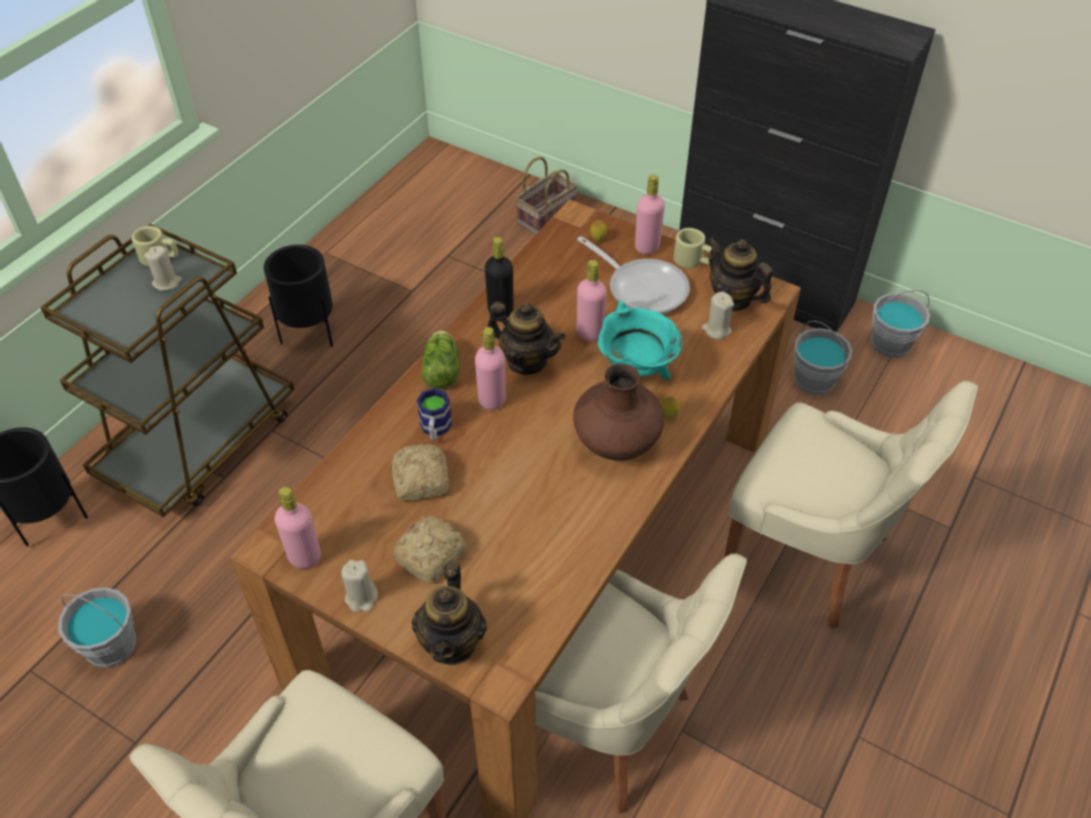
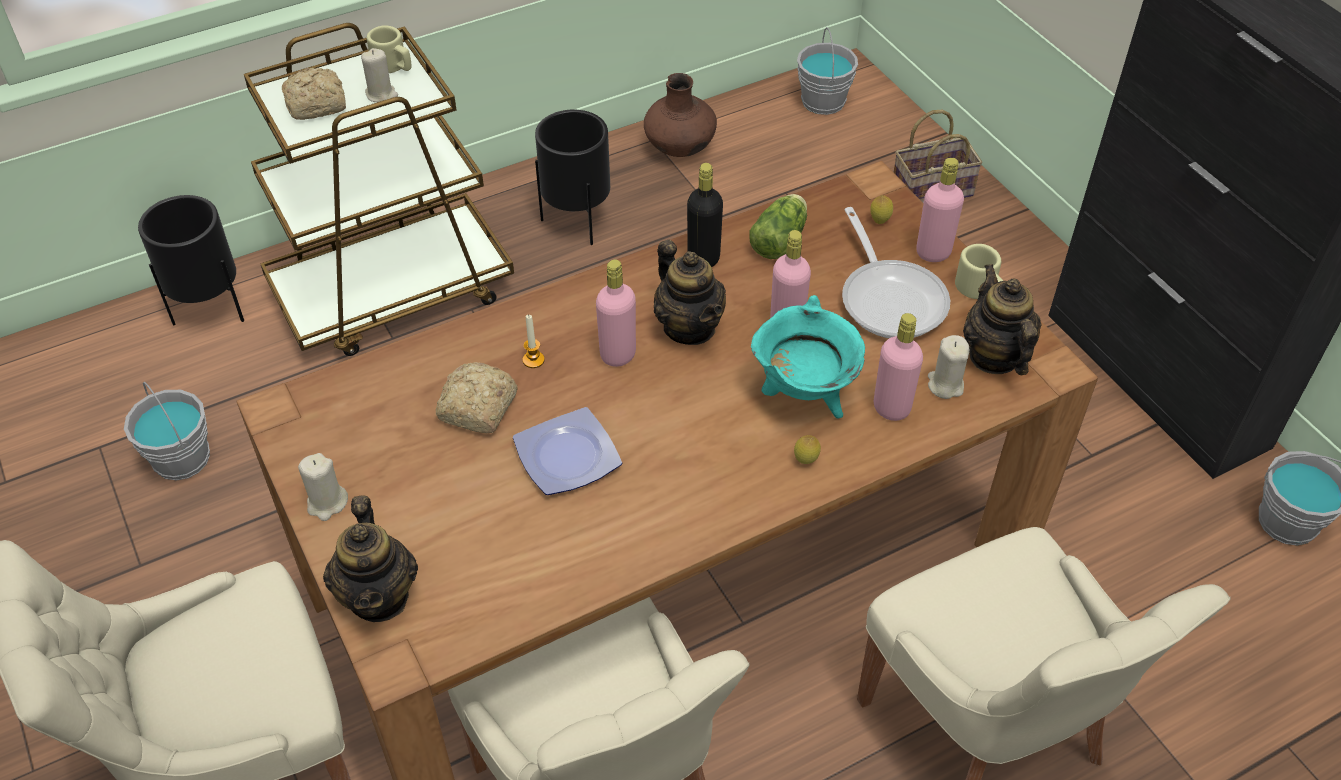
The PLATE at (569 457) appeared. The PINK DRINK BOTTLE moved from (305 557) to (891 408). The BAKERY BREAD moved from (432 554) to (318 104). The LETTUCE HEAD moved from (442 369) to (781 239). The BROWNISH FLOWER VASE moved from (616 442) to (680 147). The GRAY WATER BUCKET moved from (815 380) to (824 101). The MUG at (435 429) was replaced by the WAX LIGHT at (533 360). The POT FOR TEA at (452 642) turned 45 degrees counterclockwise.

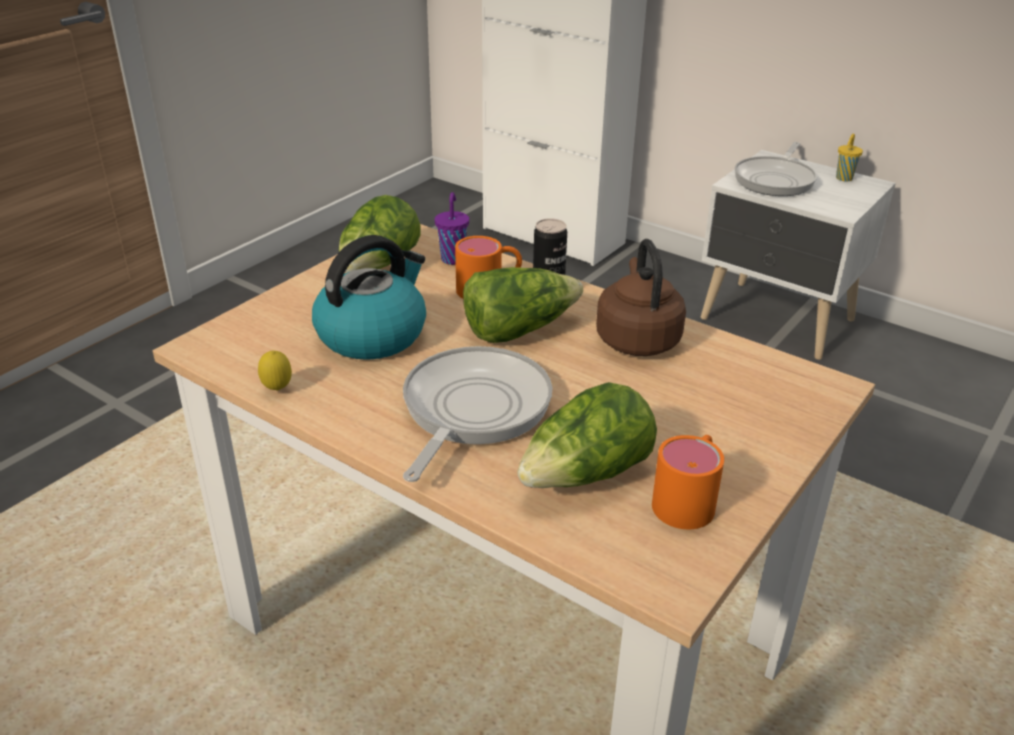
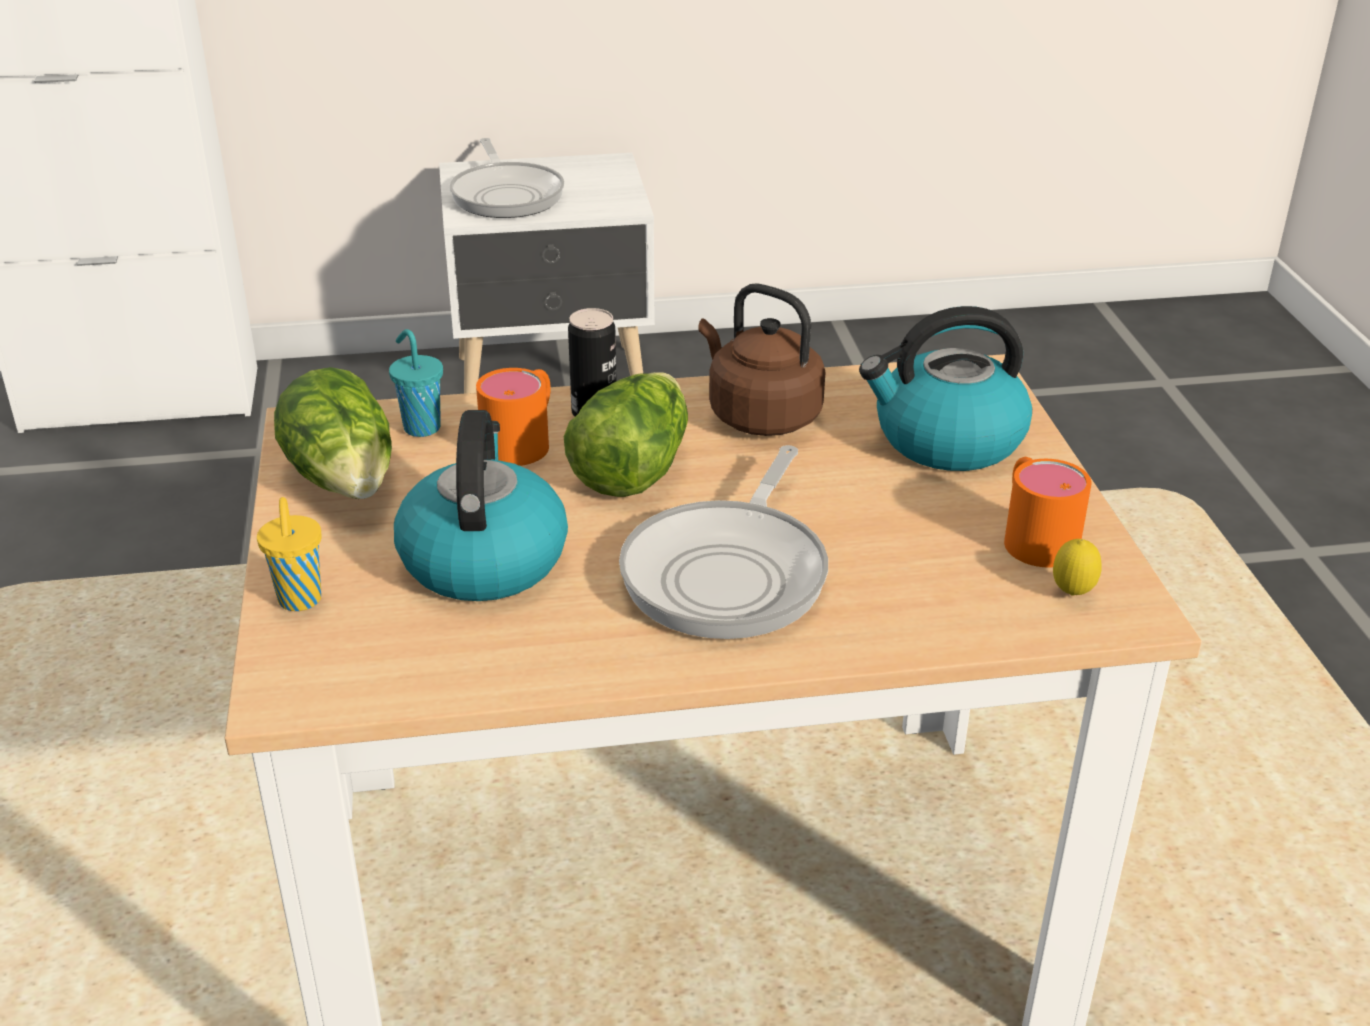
The LETTUCE HEAD at (586 475) disappeared. The TEA KETTLE at (946 440) appeared. The CITRUS FRUIT moved from (277 389) to (1072 594). The YELLOW DRINKING CUP moved from (843 179) to (300 601). The PURPLE DRINKING CUP at (453 258) became the BLUE-GREEN DRINKING CUP at (420 427). The SKILLET at (472 410) turned 135 degrees counterclockwise.

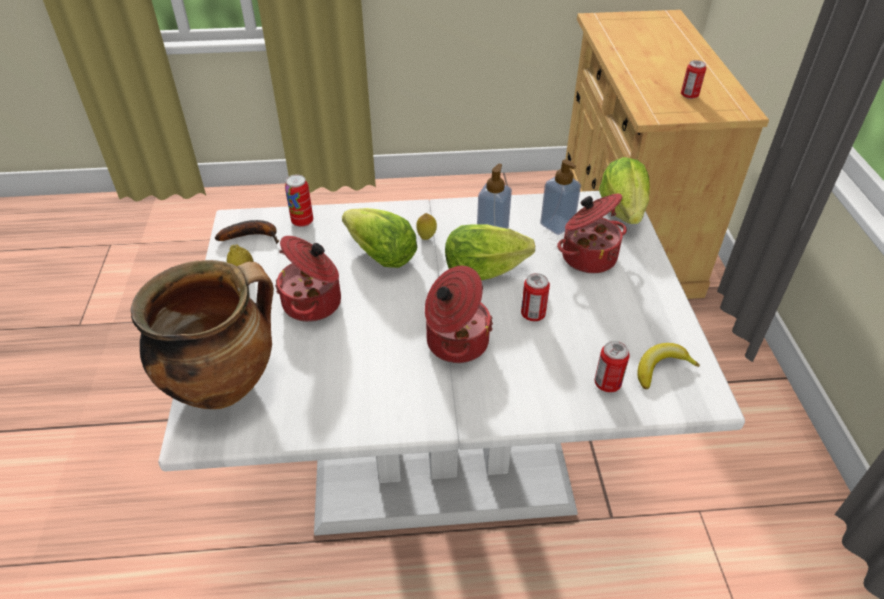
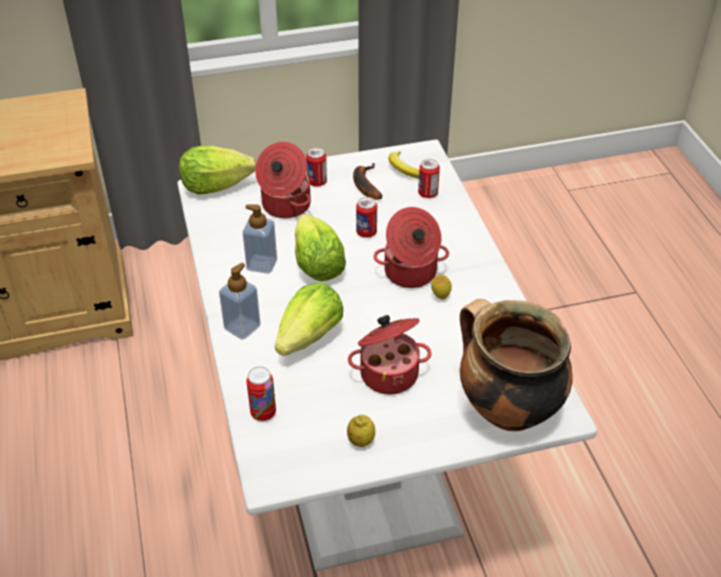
The WHOLE BANANA moved from (253 236) to (364 185). The CITRUS FRUIT moved from (426 237) to (440 296). The SOAP DISPENSER moved from (557 225) to (242 327). The CAN moved from (689 95) to (317 182).

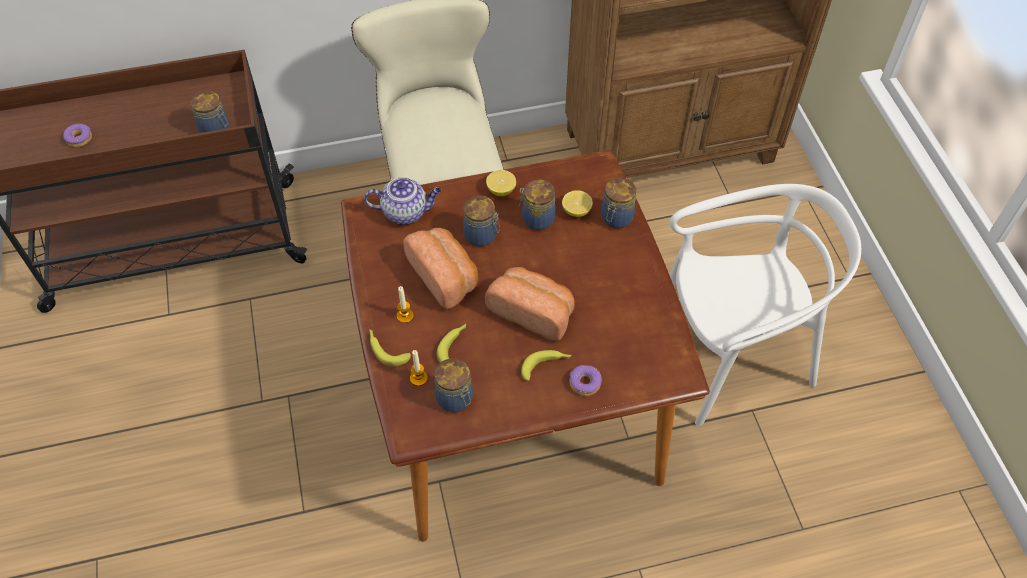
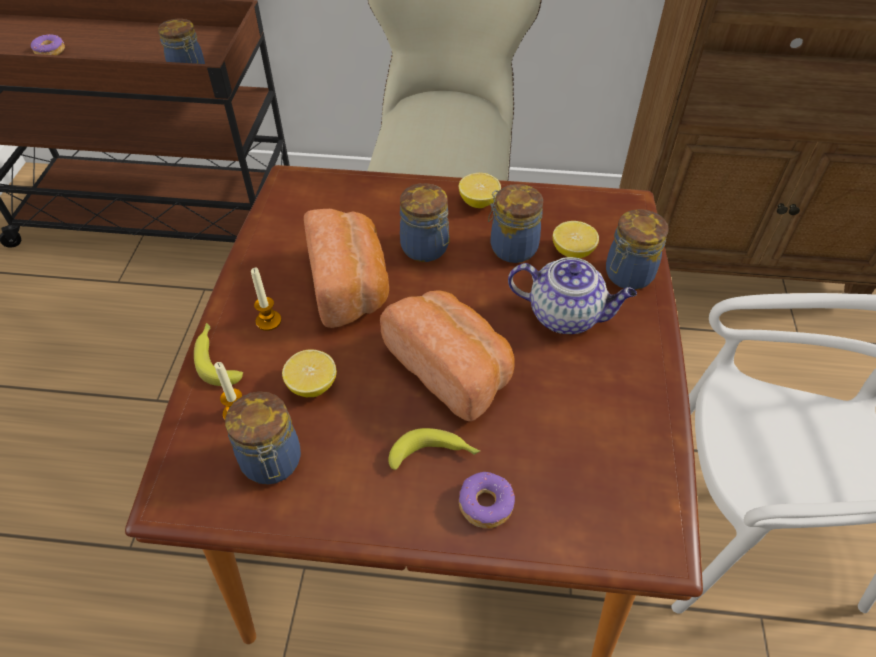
The POT FOR TEA moved from (406 212) to (566 315). The WHOLE BANANA at (454 347) was replaced by the CITRUS FRUIT at (312 385).

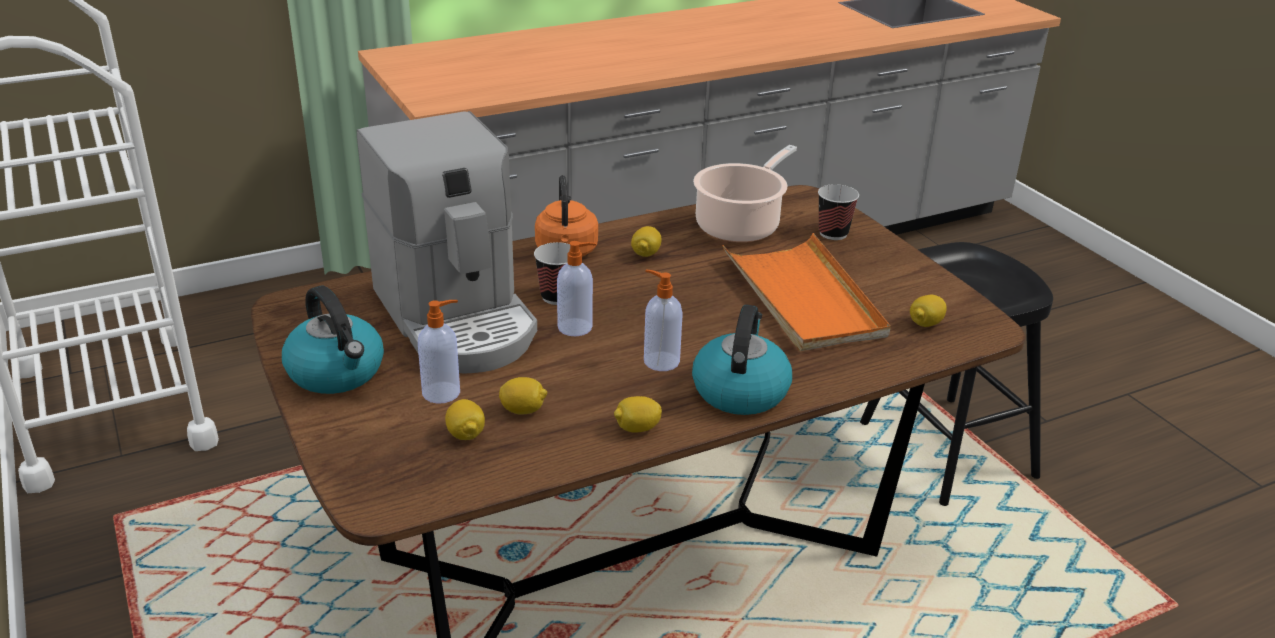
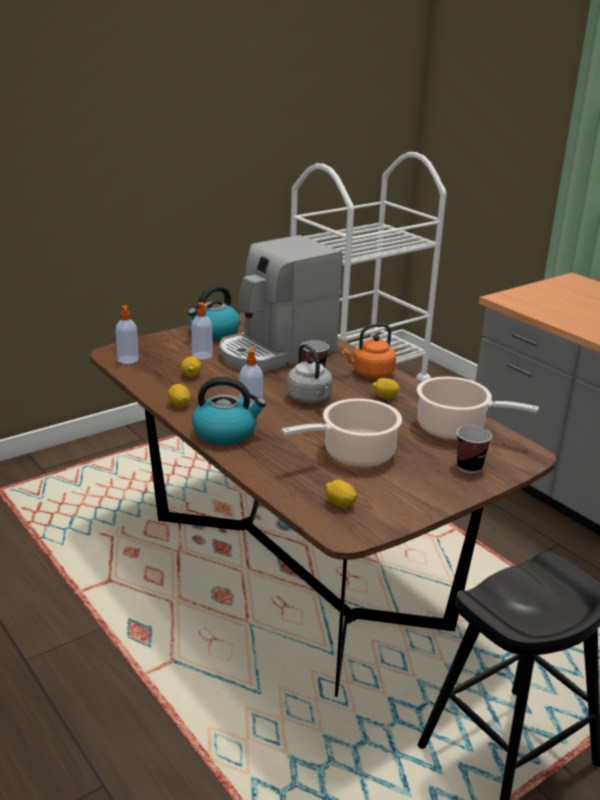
The CITRUS FRUIT at (465 434) disappeared. The GRAY TEA KETTLE at (310 398) appeared. The SOAP DISPENSER moved from (576 327) to (128 360). The ORANGEY SERVING TRAY at (803 298) was replaced by the COOKING POT at (354 454).

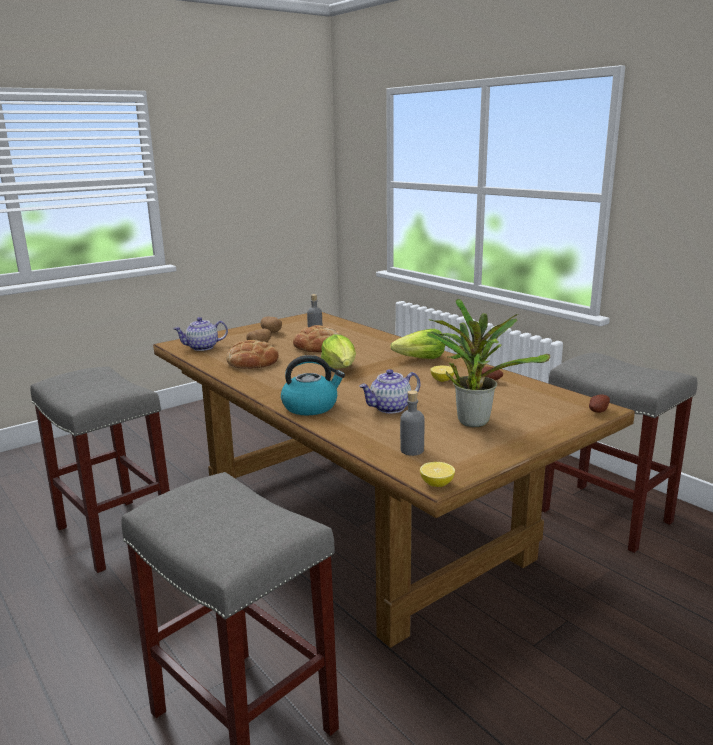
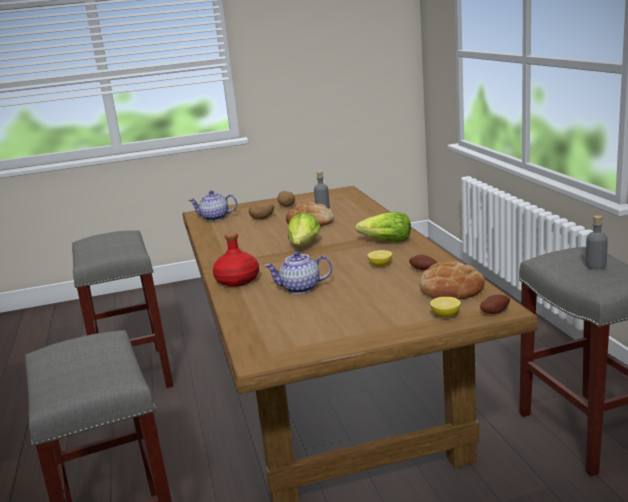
The HOUSEPLANT at (472 420) disappeared. The BAKERY BREAD moved from (252 362) to (451 289). The GRAY DRINK BOTTLE moved from (412 450) to (595 265). The CITRUS FRUIT moved from (437 484) to (445 315). The TEA KETTLE at (311 406) was replaced by the REDDISH DRINK BOTTLE at (237 280).

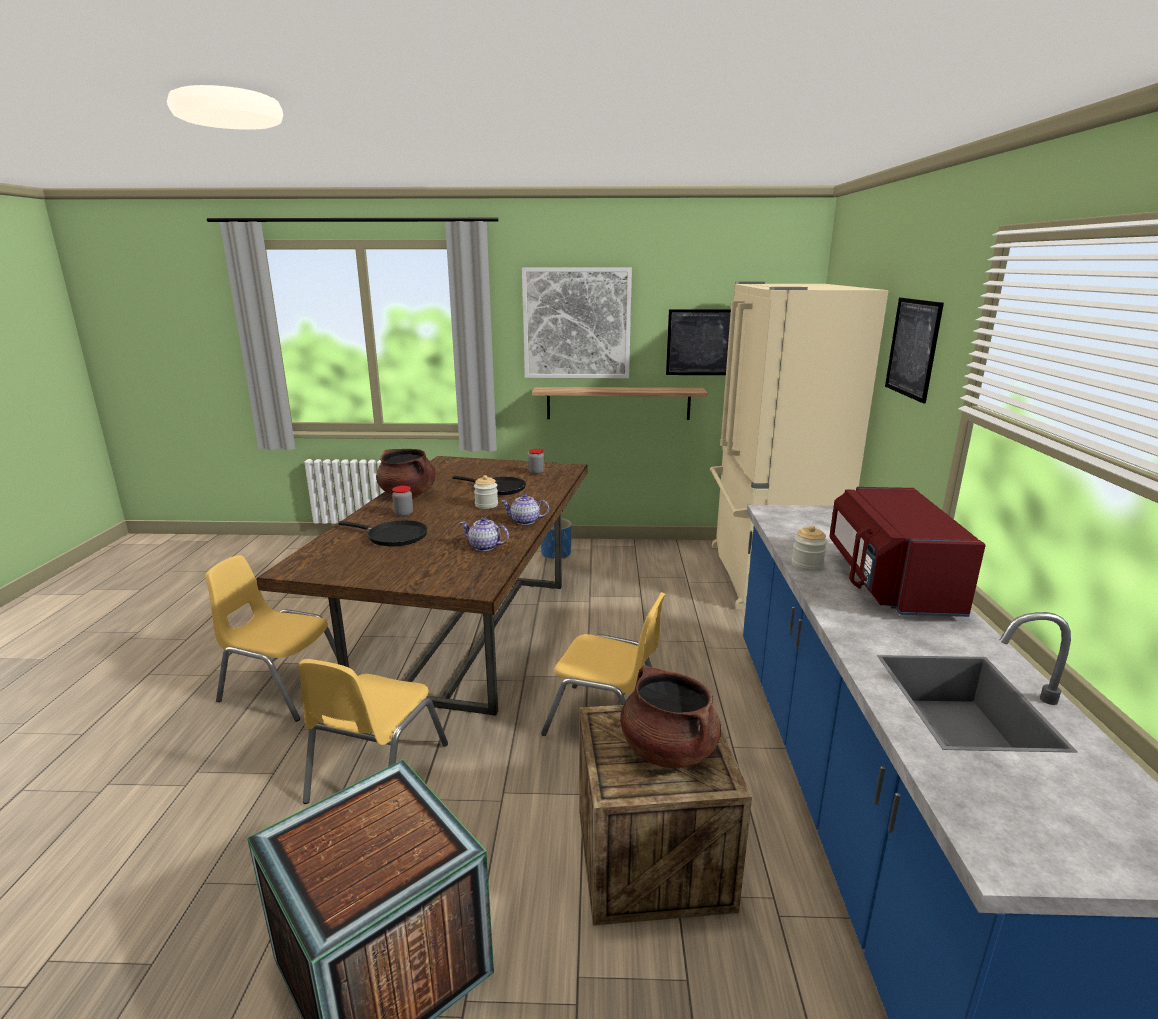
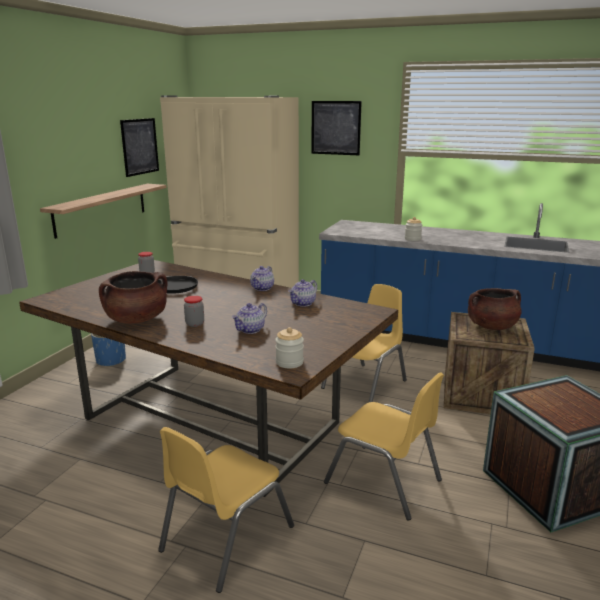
The WALL ART at (576 323) disappeared. The REDDISH MICROWAVE OVEN at (888 583) disappeared. The STORAGE JAR moved from (486 505) to (289 362). The BLACKISH SKILLET at (394 536) was replaced by the POT FOR TEA at (250 330).

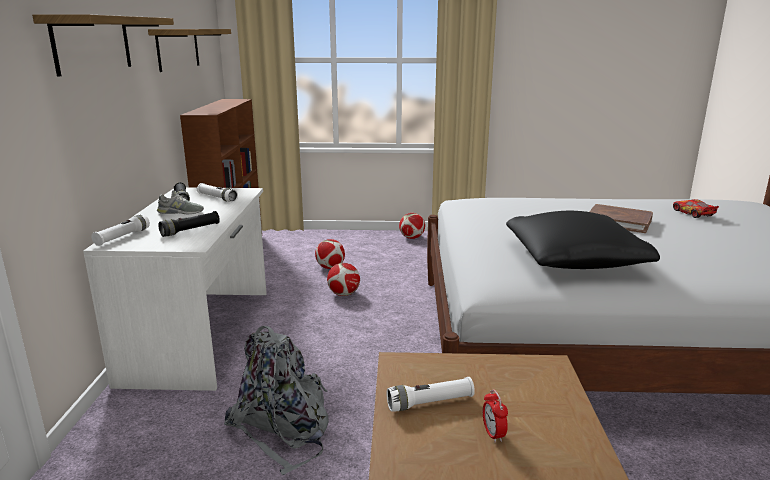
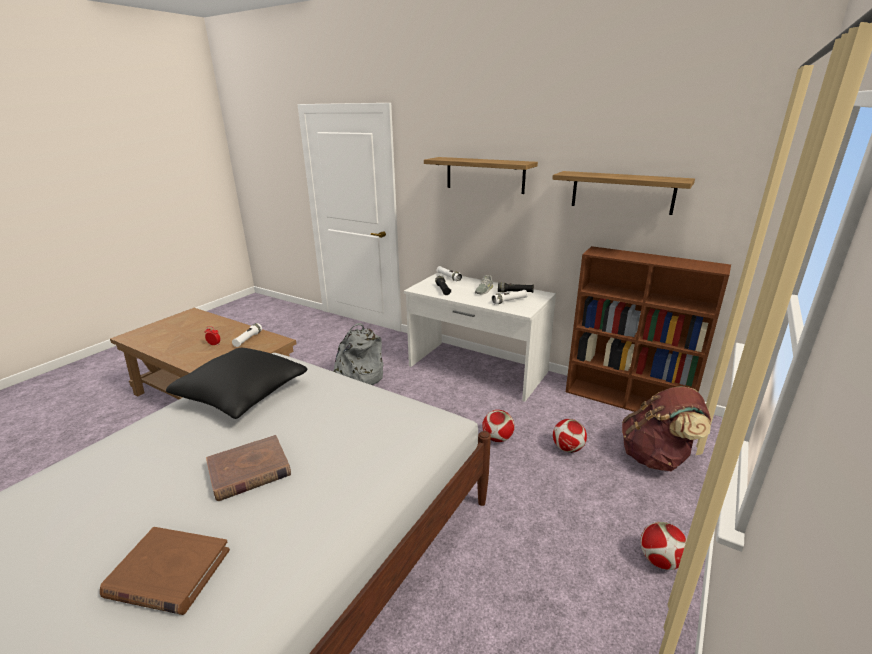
The BROWNISH KNAPSACK at (656 457) appeared. The TOY CAR at (692 213) was replaced by the BROWNISH BOOK at (168 573).

